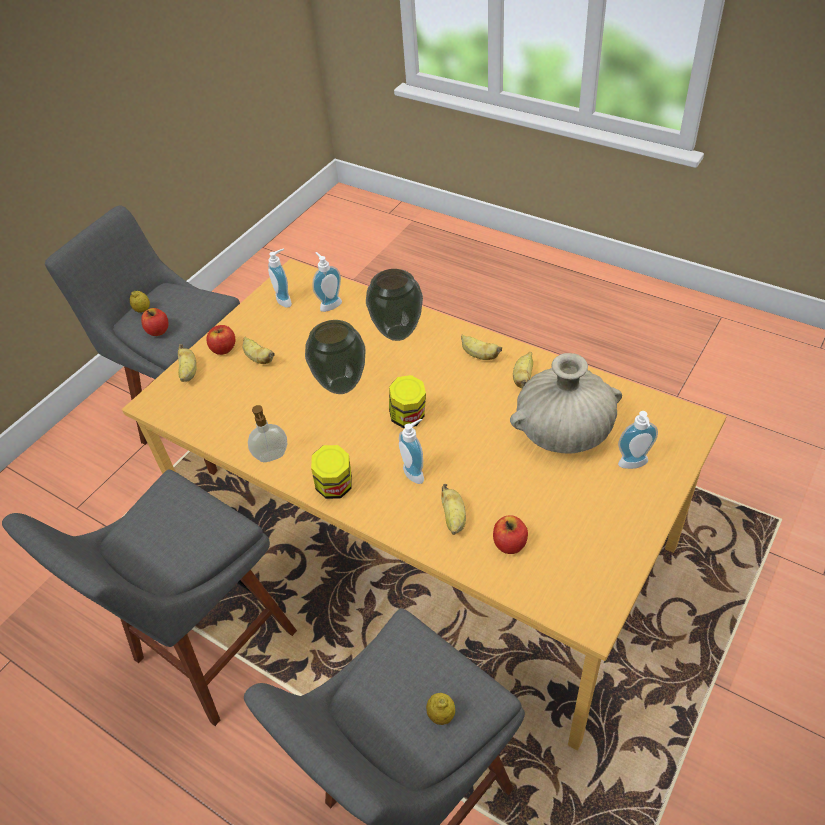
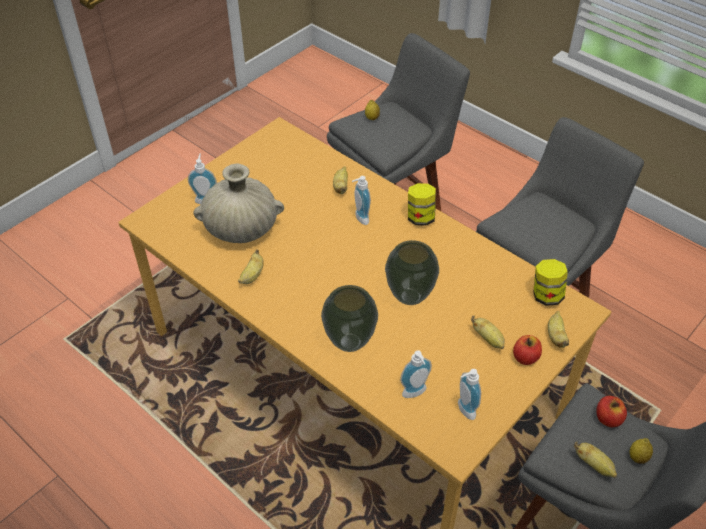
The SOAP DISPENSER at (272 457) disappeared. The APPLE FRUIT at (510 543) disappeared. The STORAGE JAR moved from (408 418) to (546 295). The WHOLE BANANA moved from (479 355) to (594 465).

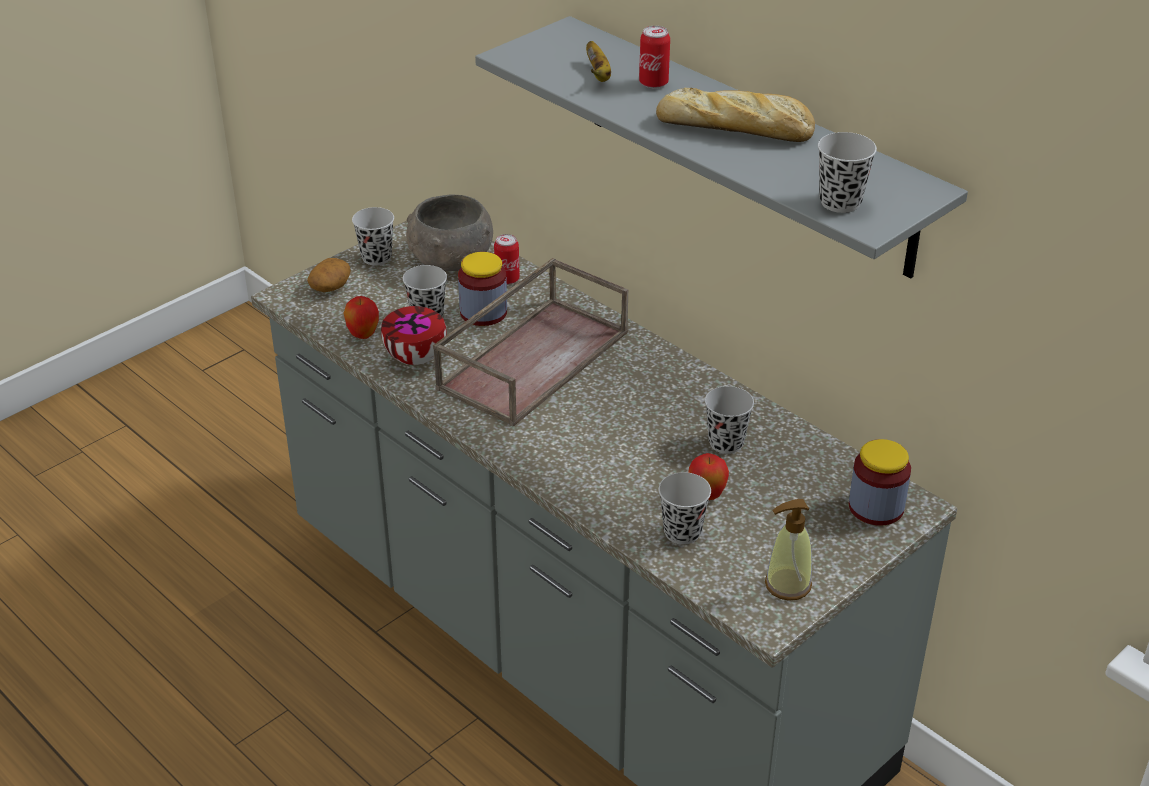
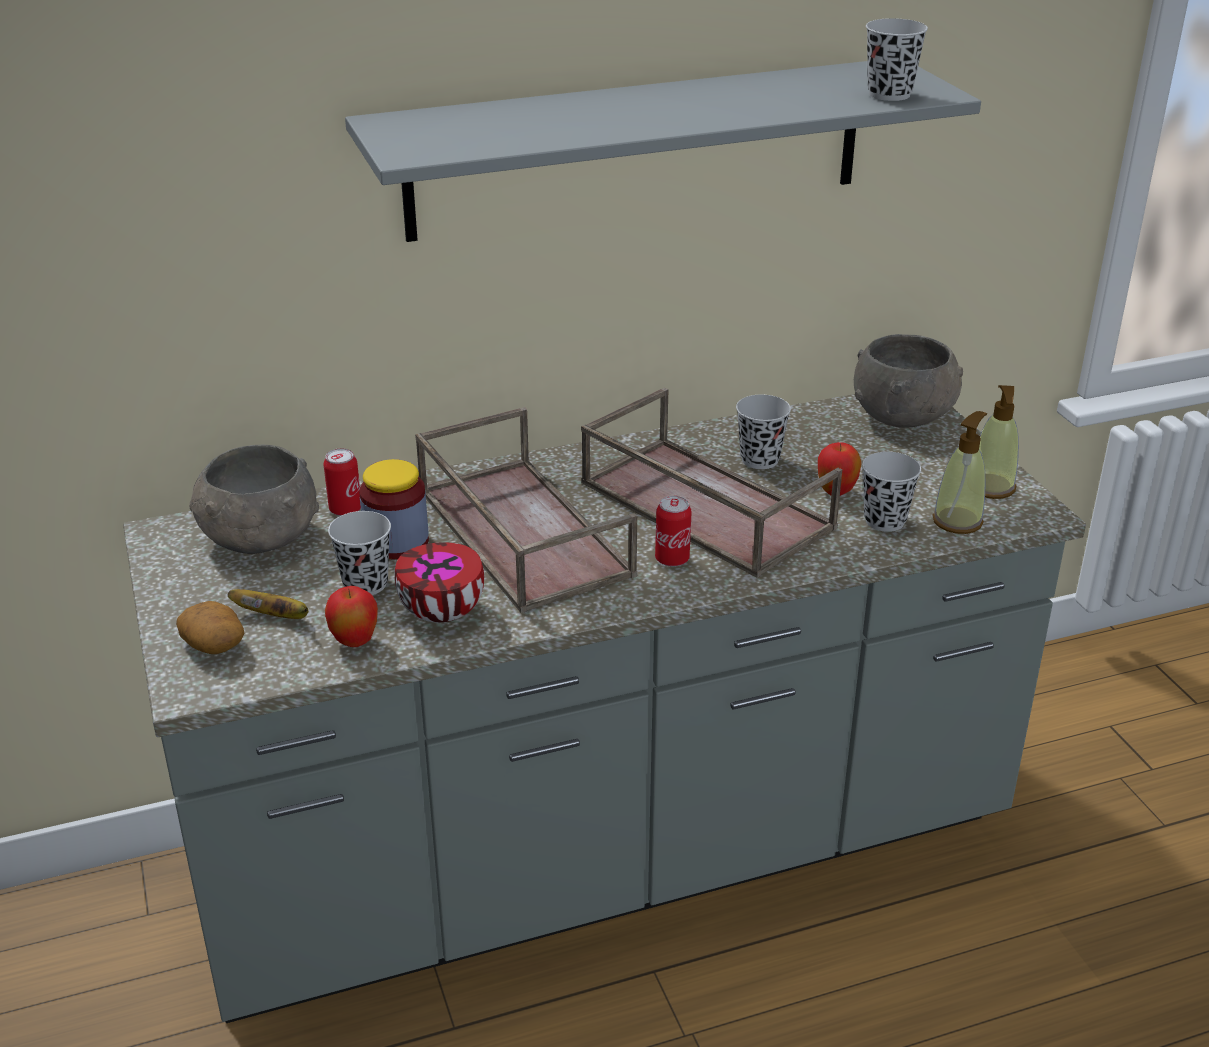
The BLACKISH DRINKING CUP at (376 257) disappeared. The BAKERY BREAD at (737 128) disappeared. The BROWNISH SERVING TRAY at (702 505) appeared. The SOAP DISPENSER at (957 521) appeared. The WHOLE BANANA moved from (598 75) to (275 616). The CAN moved from (653 83) to (672 559). The STORAGE JAR at (876 507) was replaced by the GRAY BOWL at (904 415).

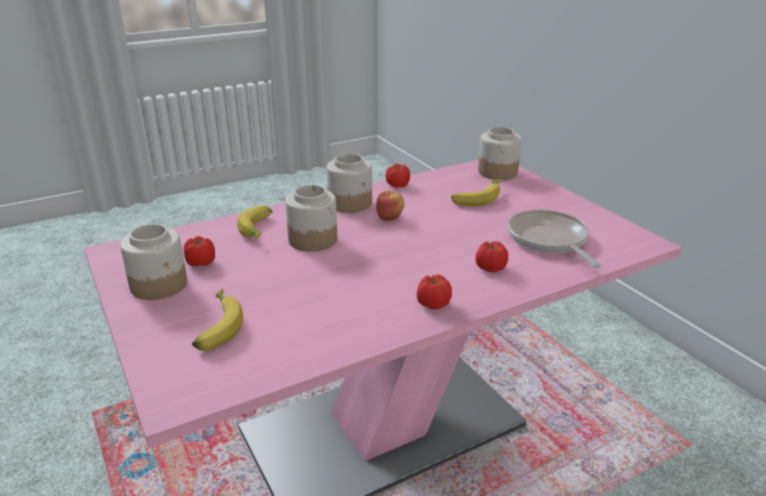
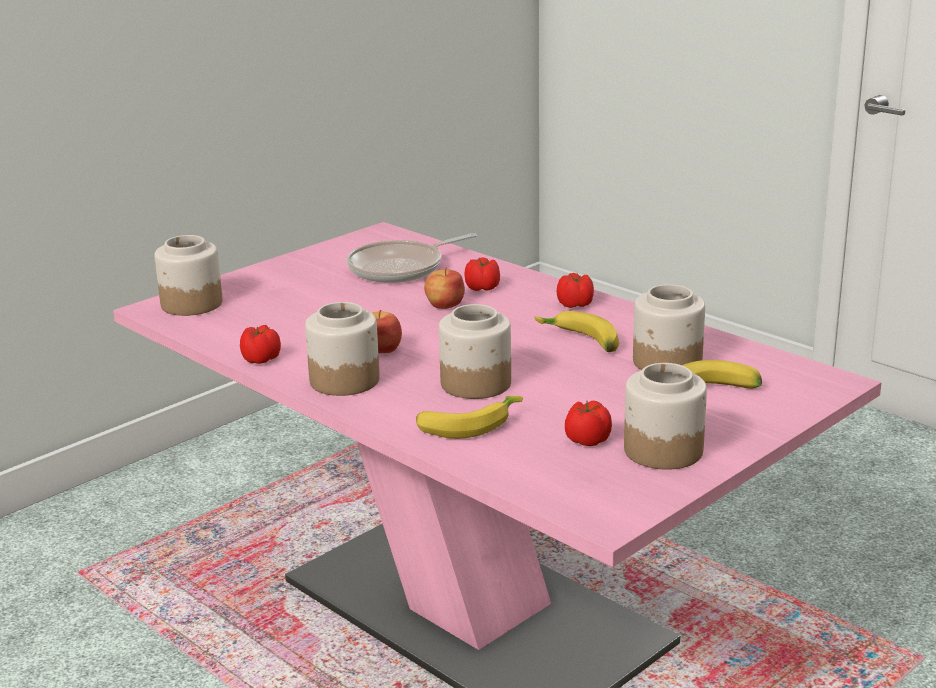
The APPLE FRUIT at (444 305) appeared. The STORAGE JAR at (667 362) appeared. The WHOLE BANANA moved from (477 198) to (579 342).

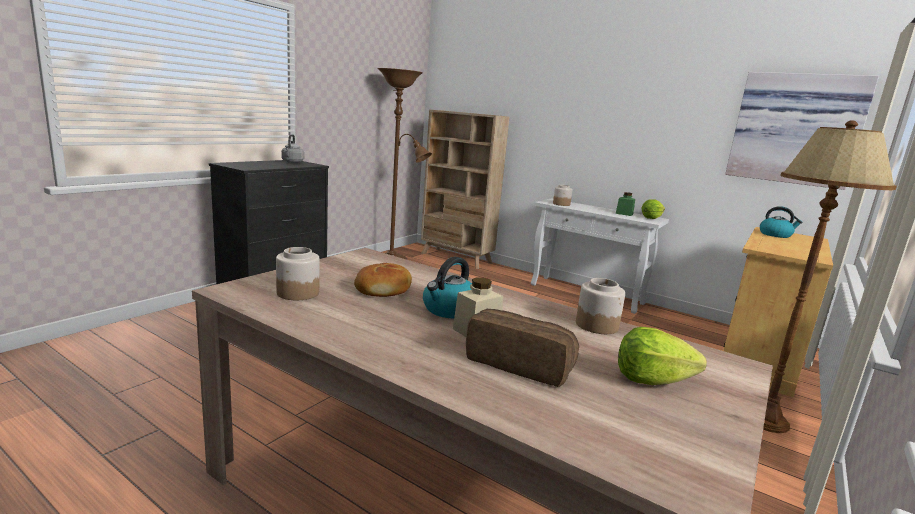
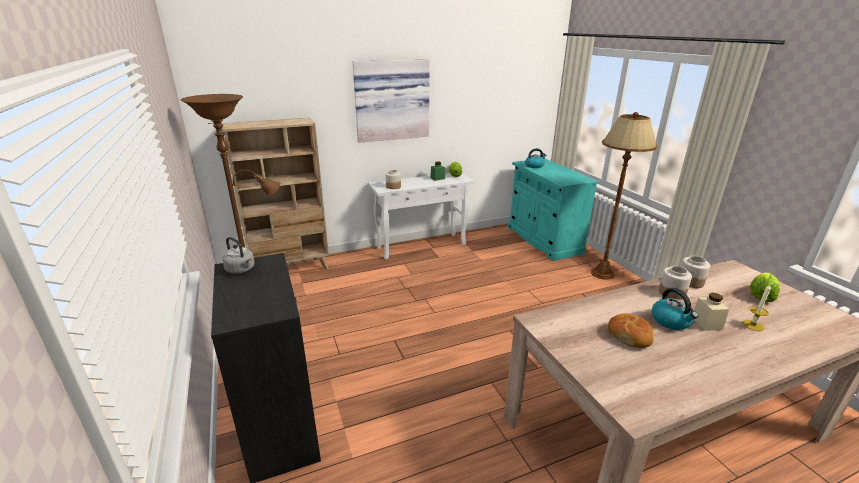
The STORAGE JAR moved from (297 293) to (671 293). The WALL ART moved from (795 129) to (391 100). The BAKERY BREAD at (520 364) was replaced by the WAX LIGHT at (753 325). The SAND-COLOURED STORAGE CABINET at (757 359) became the BLUE-GREEN STORAGE CABINET at (543 240).

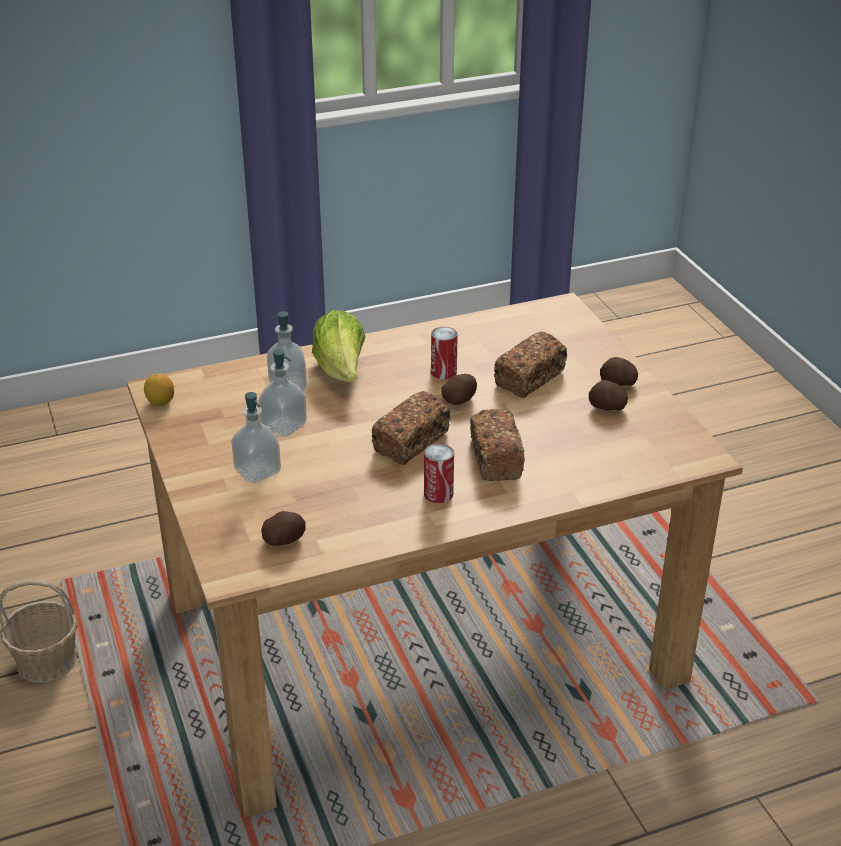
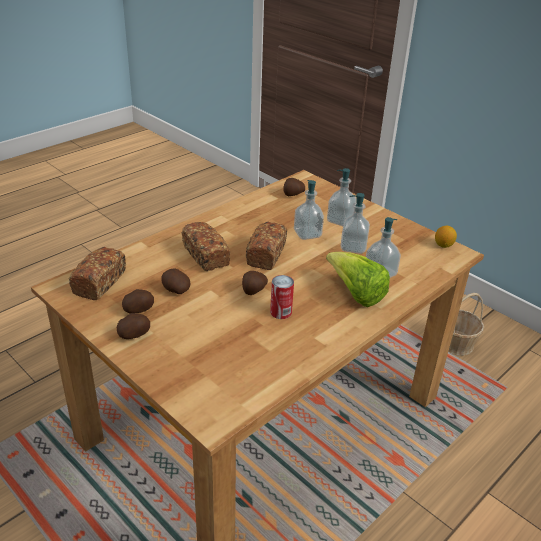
The CAN at (438 494) disappeared. The WHOLE POTATO at (175 290) appeared. The SOAP DISPENSER at (307 234) appeared. The BAKERY BREAD moved from (530 378) to (100 283).

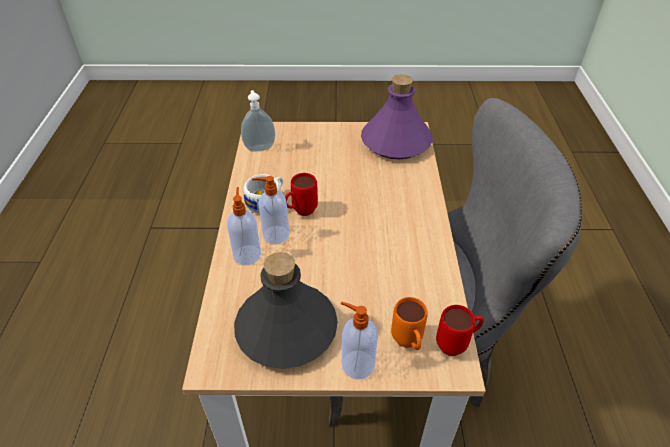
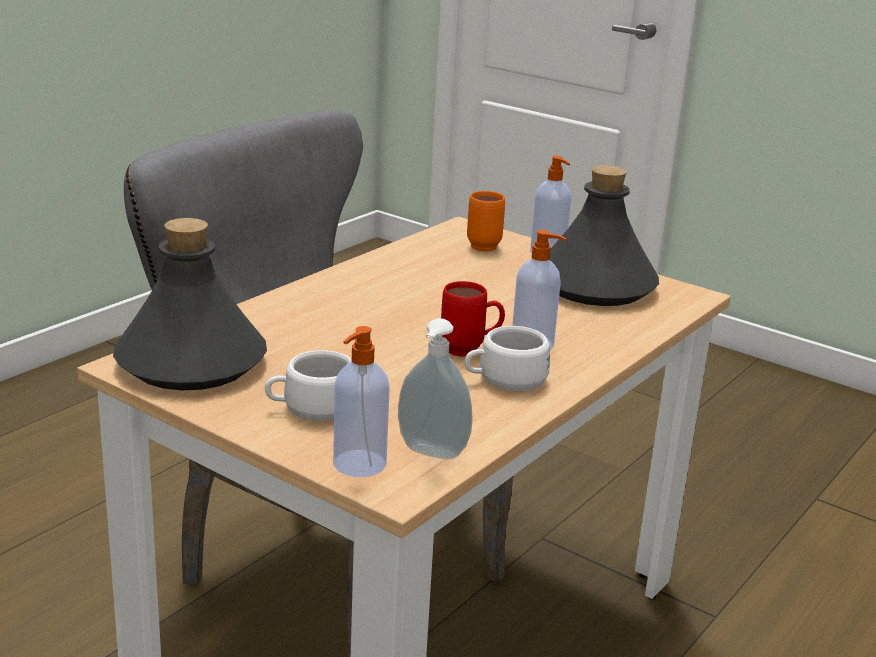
The REDDISH MUG at (457 344) disappeared. The WHITE-COLOURED DRINKING CUP at (312 408) appeared. The SOAP DISPENSER moved from (247 254) to (358 465). The PURPLE DRINK BOTTLE at (396 142) became the GRAY DRINK BOTTLE at (191 362).

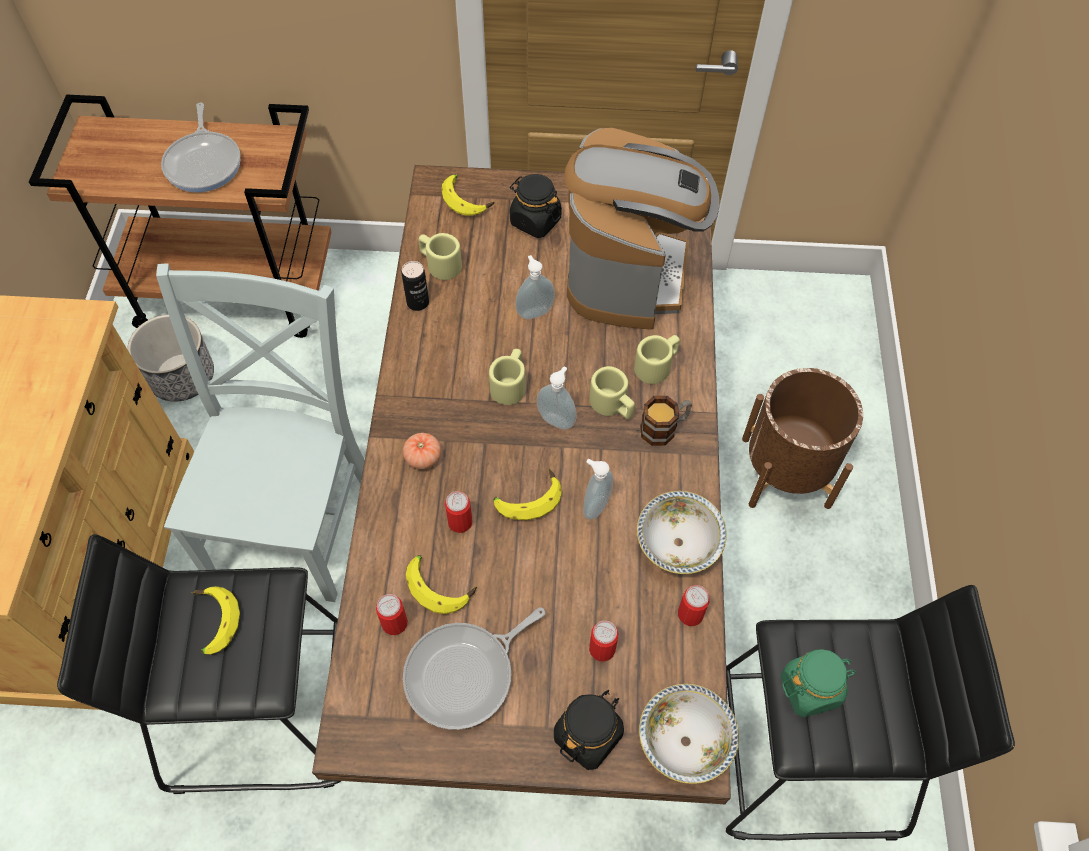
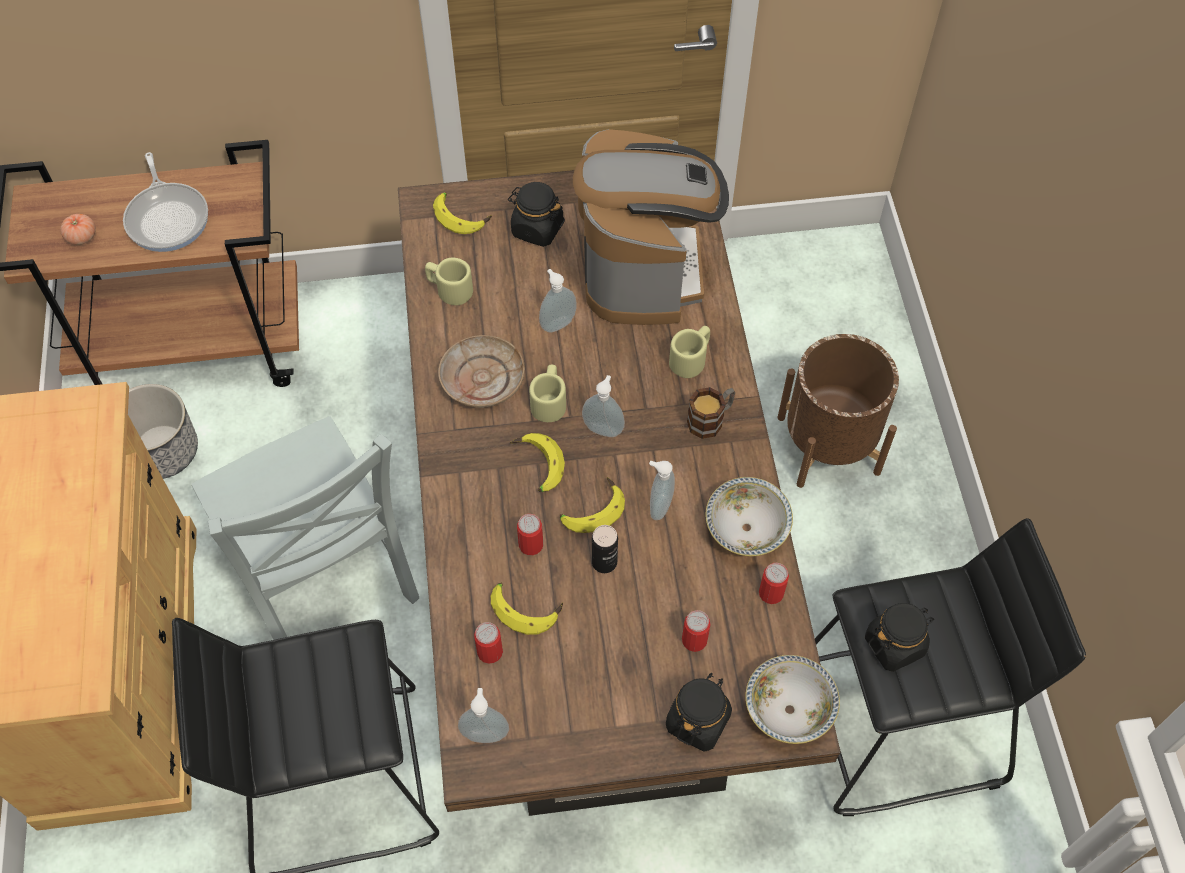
The SKILLET at (465 675) disappeared. The SAND-COLOURED MUG at (612 405) disappeared. The SAND-COLOURED PLATE at (482 379) appeared. The SOAP DISPENSER at (485 733) appeared. The WHOLE BANANA moved from (212 622) to (536 466). The CAN moved from (418 302) to (604 562). The TOMATO moved from (423 457) to (81 237). The GREEN-COLOURED STORAGE JAR at (810 689) became the BLACKISH STORAGE JAR at (894 644). The GRAY UPRIGHT CHAIR at (295 519) turned 150 degrees clockwise.

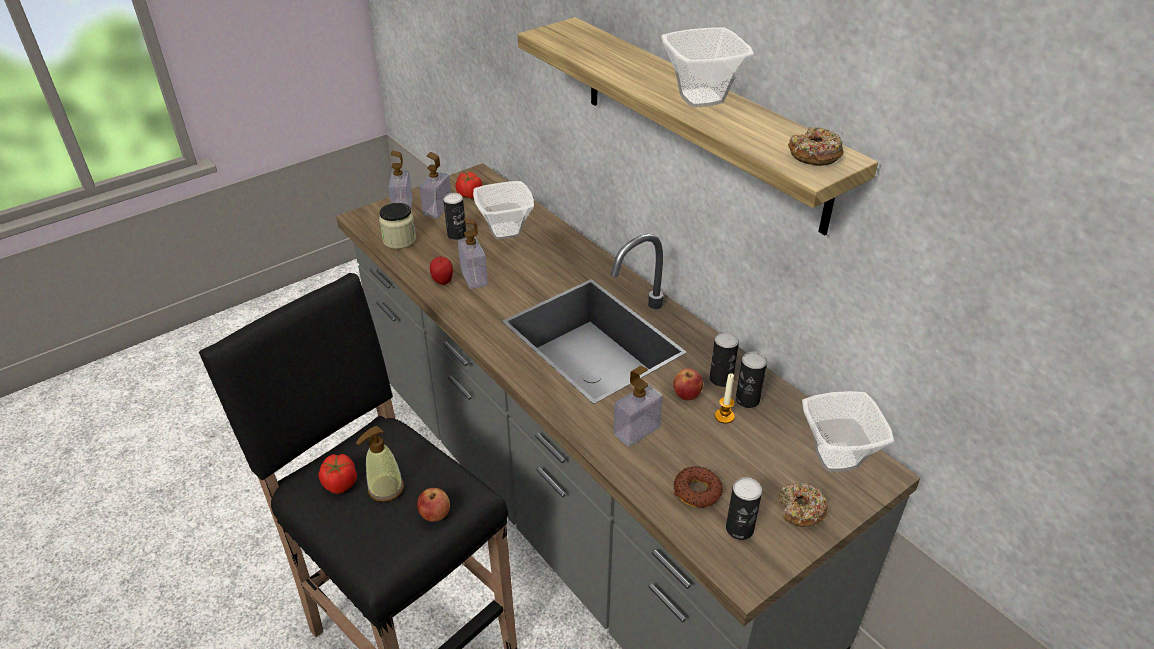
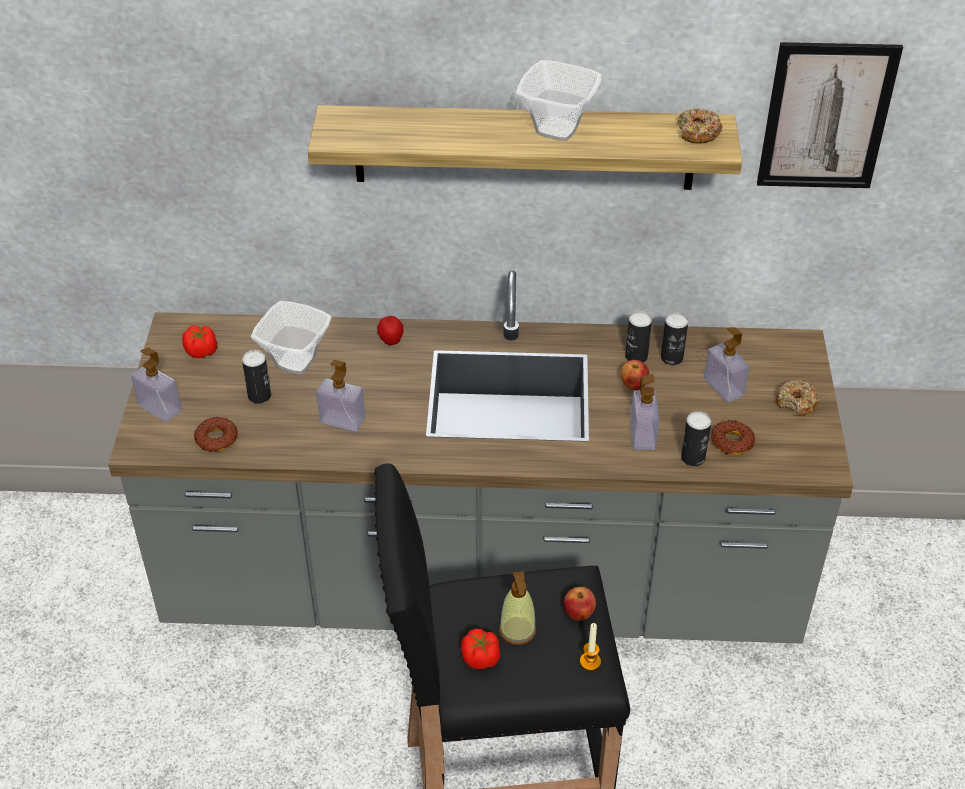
The BOWL at (837 456) disappeared. The WALL ART at (826 116) appeared. The SOAP DISPENSER moved from (437 209) to (723 387). The APPLE FRUIT moved from (442 281) to (391 341). The WAX LIGHT moved from (724 416) to (590 661). The CAN moved from (739 529) to (693 458). The STORAGE JAR at (399 240) was replaced by the DOUGHNUT at (216 439).

